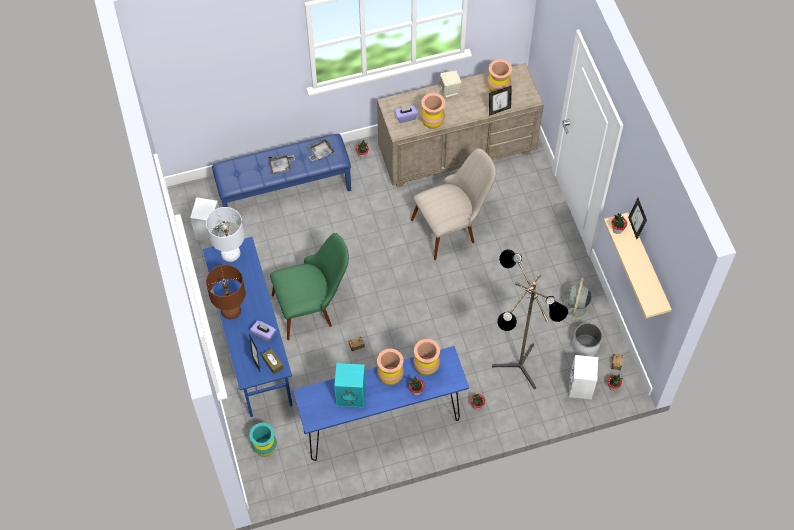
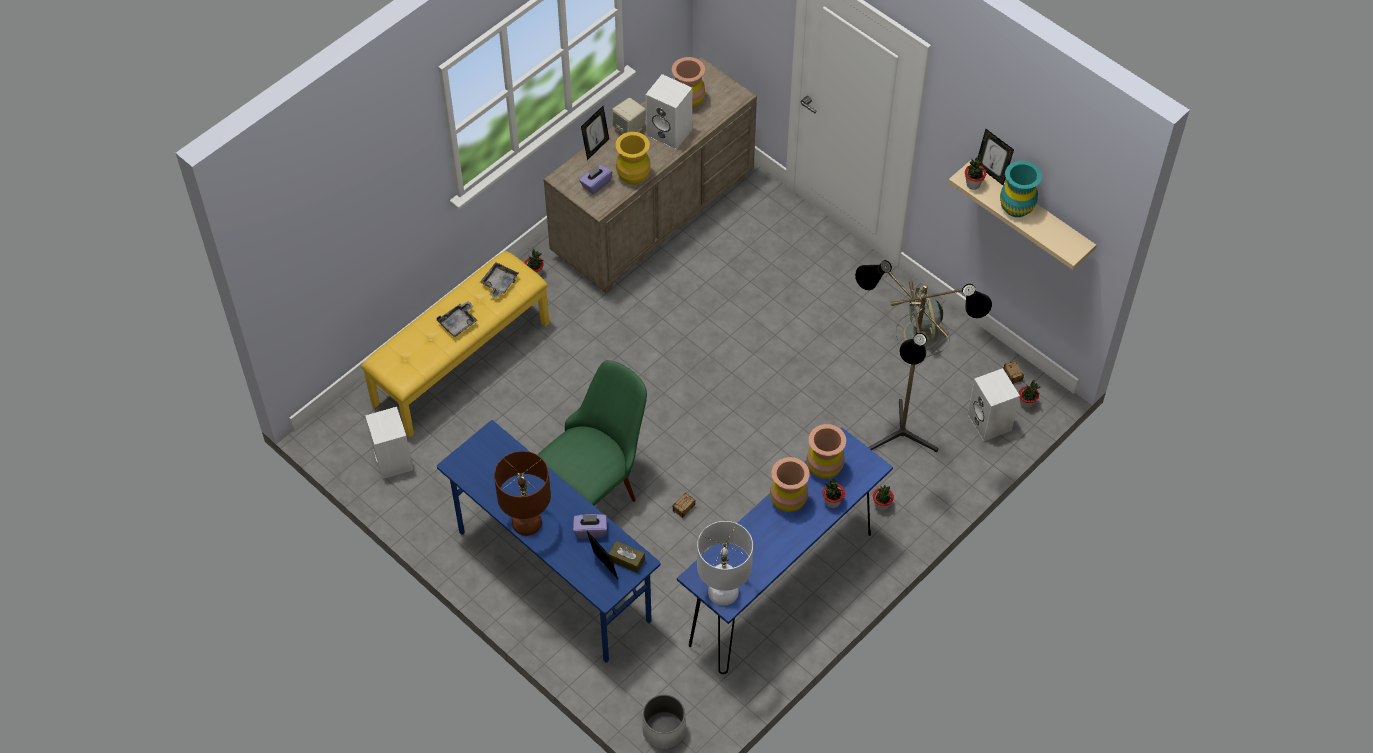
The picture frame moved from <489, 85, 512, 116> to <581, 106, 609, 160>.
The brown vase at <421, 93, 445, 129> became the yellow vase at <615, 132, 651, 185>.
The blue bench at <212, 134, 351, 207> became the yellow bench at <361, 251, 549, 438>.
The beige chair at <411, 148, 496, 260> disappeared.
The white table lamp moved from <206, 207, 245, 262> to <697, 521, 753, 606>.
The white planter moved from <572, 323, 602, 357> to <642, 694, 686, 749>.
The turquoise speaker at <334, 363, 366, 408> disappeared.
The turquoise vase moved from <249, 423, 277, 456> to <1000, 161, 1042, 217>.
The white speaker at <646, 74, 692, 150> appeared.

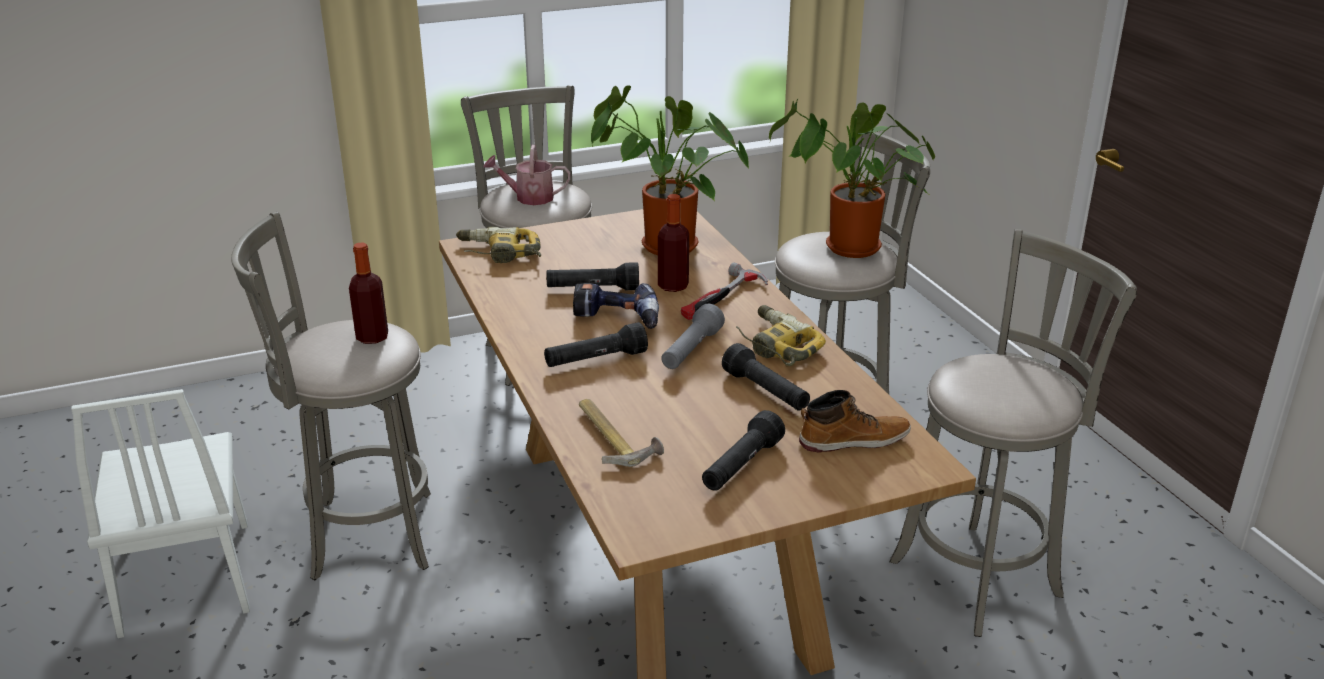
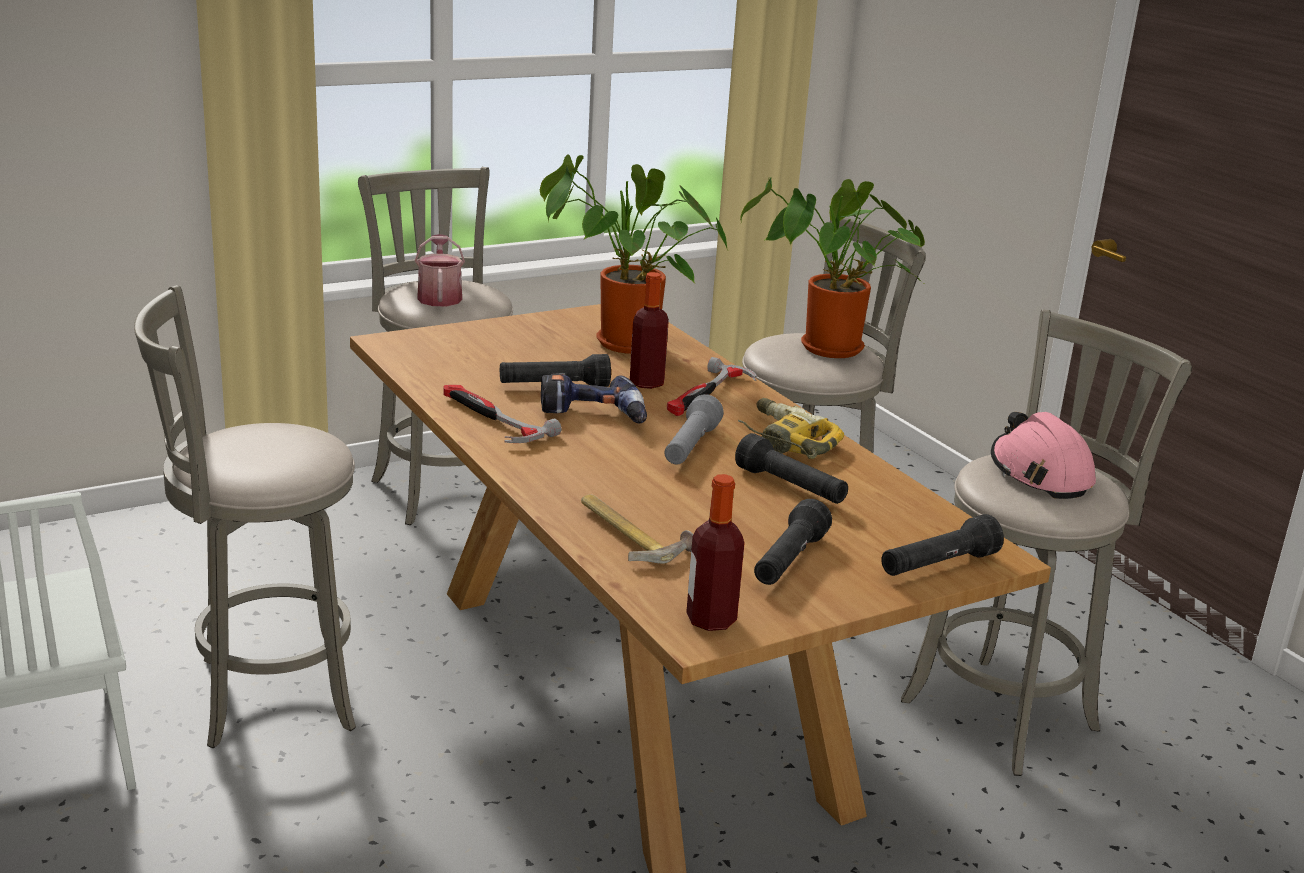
The watering can at <483, 145, 571, 205> turned 90 degrees clockwise.
The power drill at <456, 227, 541, 263> disappeared.
The bottle moved from <349, 243, 388, 344> to <686, 474, 744, 631>.
The black flashlight moved from <544, 322, 648, 367> to <881, 514, 1004, 576>.
The boot at <799, 390, 911, 453> disappeared.
The hammer at <444, 385, 561, 443> appeared.
The pink hard hat at <991, 412, 1096, 499> appeared.

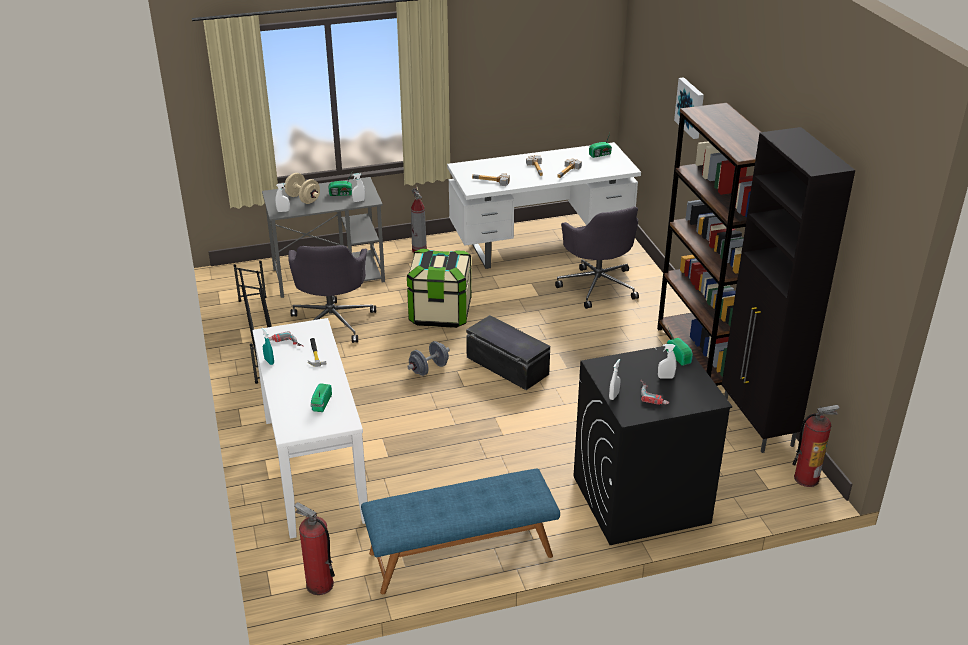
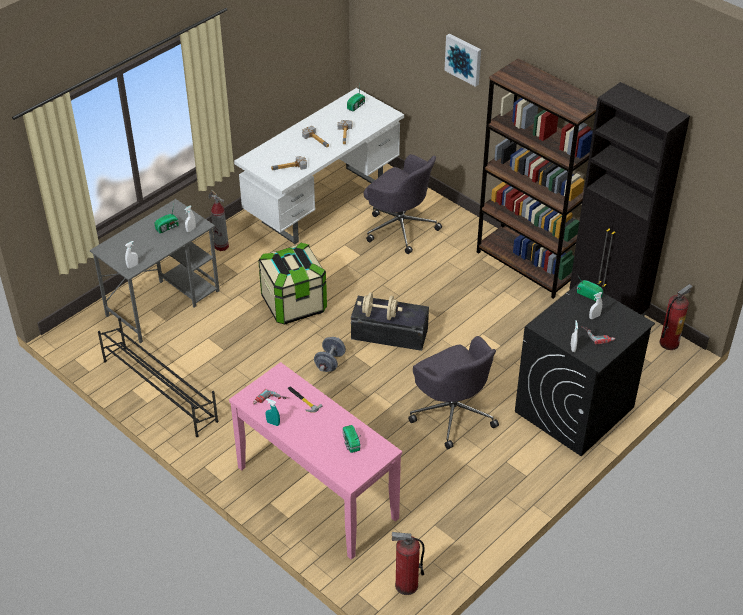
The beige dumbbell moved from <285, 173, 320, 204> to <357, 293, 403, 320>.
The grey office chair moved from <288, 245, 376, 343> to <408, 336, 499, 449>.
The white console table at <252, 318, 368, 539> became the pink console table at <229, 362, 402, 560>.
The blue bench at <361, 468, 560, 594> disappeared.

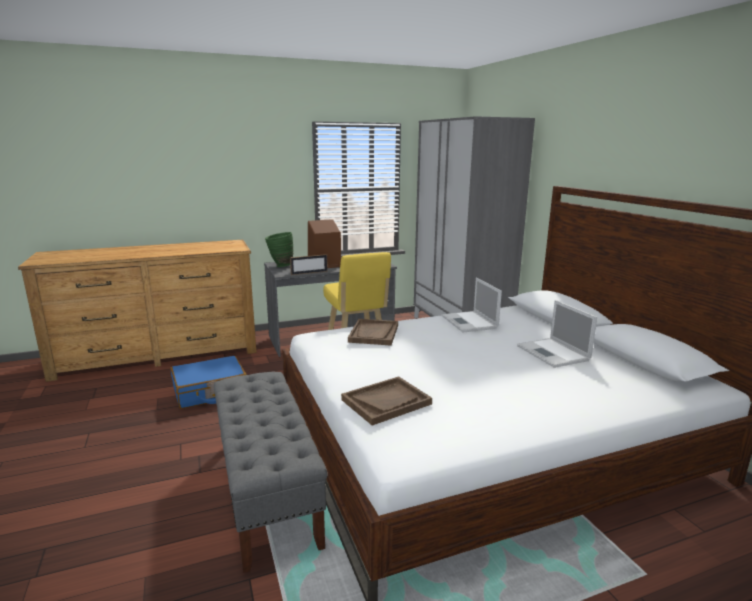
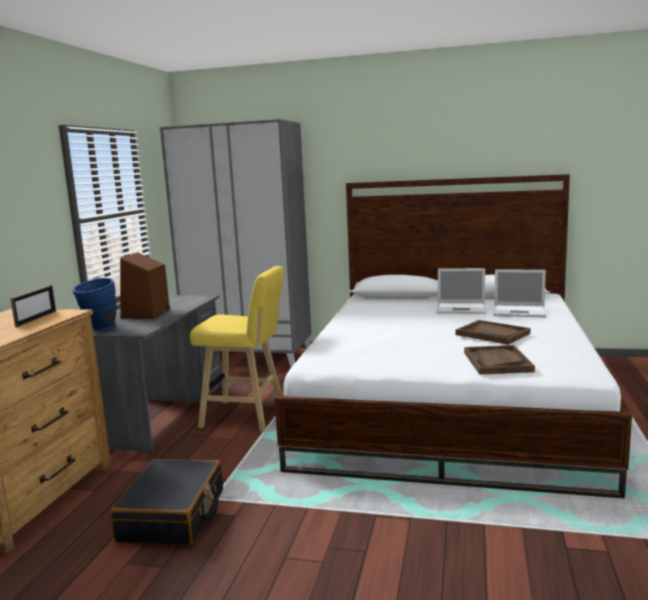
The green vase at <265, 232, 294, 267> became the blue vase at <72, 278, 116, 331>.
The picture frame moved from <290, 254, 328, 275> to <10, 285, 56, 327>.
The laptop moved from <442, 278, 502, 332> to <493, 269, 546, 318>.
The brown tray moved from <348, 319, 398, 346> to <456, 320, 530, 345>.
The blue suitcase at <171, 356, 247, 409> became the black suitcase at <110, 459, 223, 546>.
The grey bench at <214, 372, 328, 573> disappeared.

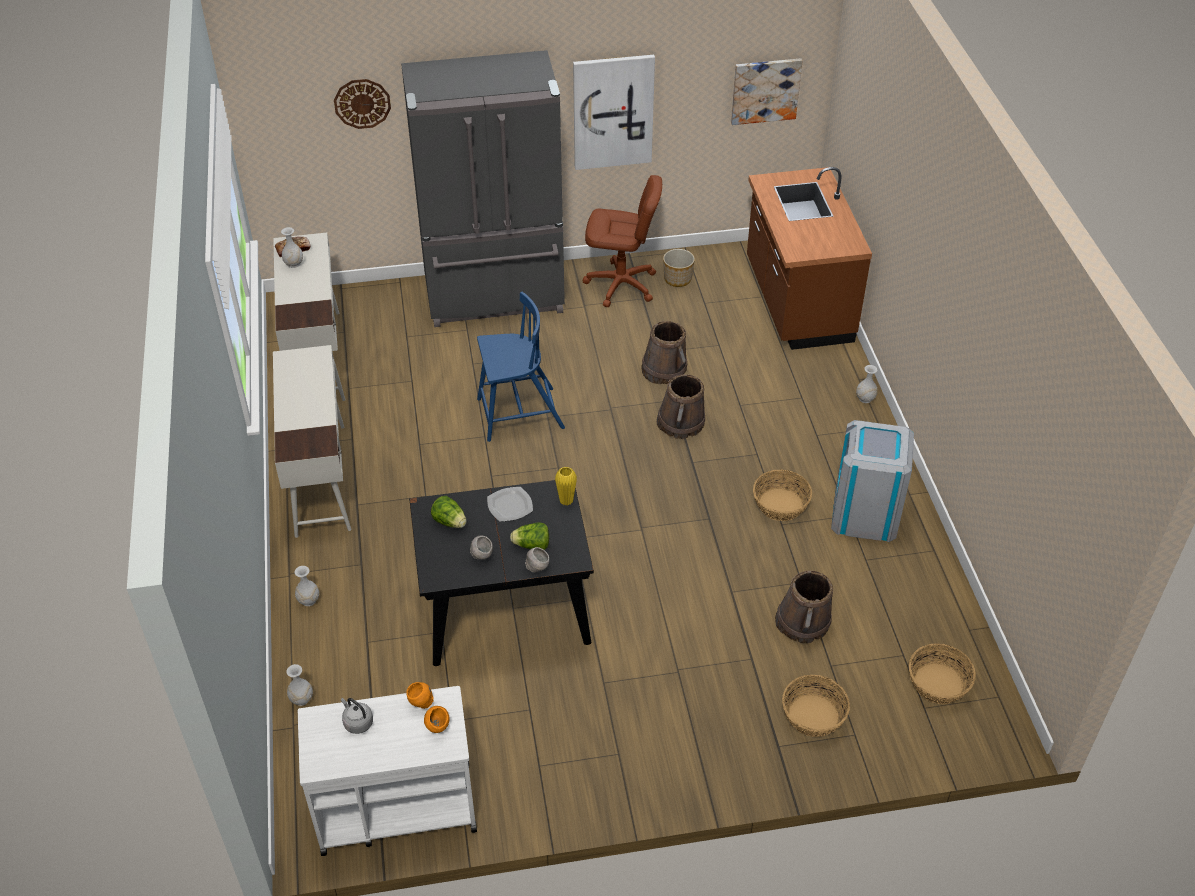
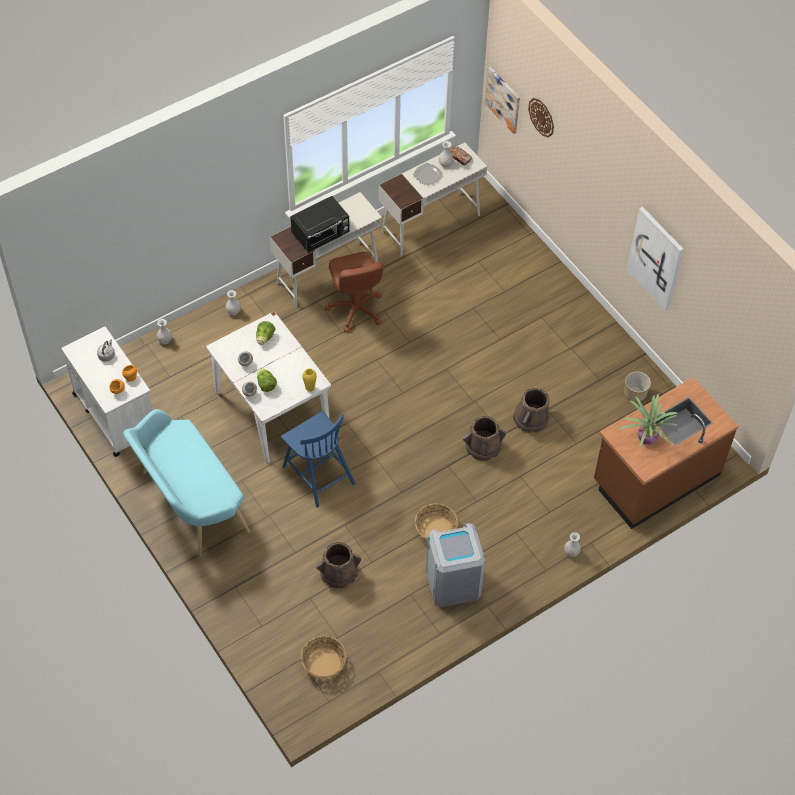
The grey fridge at <401, 50, 565, 327> disappeared.
The picture moved from <731, 58, 803, 125> to <485, 67, 520, 134>.
The brown office chair moved from <583, 175, 662, 307> to <325, 252, 384, 333>.
The blue chair moved from <477, 292, 565, 442> to <281, 411, 355, 508>.
The black dining table at <409, 480, 594, 666> became the white dining table at <206, 311, 332, 463>.
The plate moved from <487, 487, 533, 522> to <413, 163, 443, 186>.
The basket at <782, 675, 850, 737> disappeared.
The black microwave at <291, 196, 350, 253> appeared.
The potted plant at <619, 394, 677, 449> appeared.
The turquoise bench at <123, 409, 250, 556> appeared.

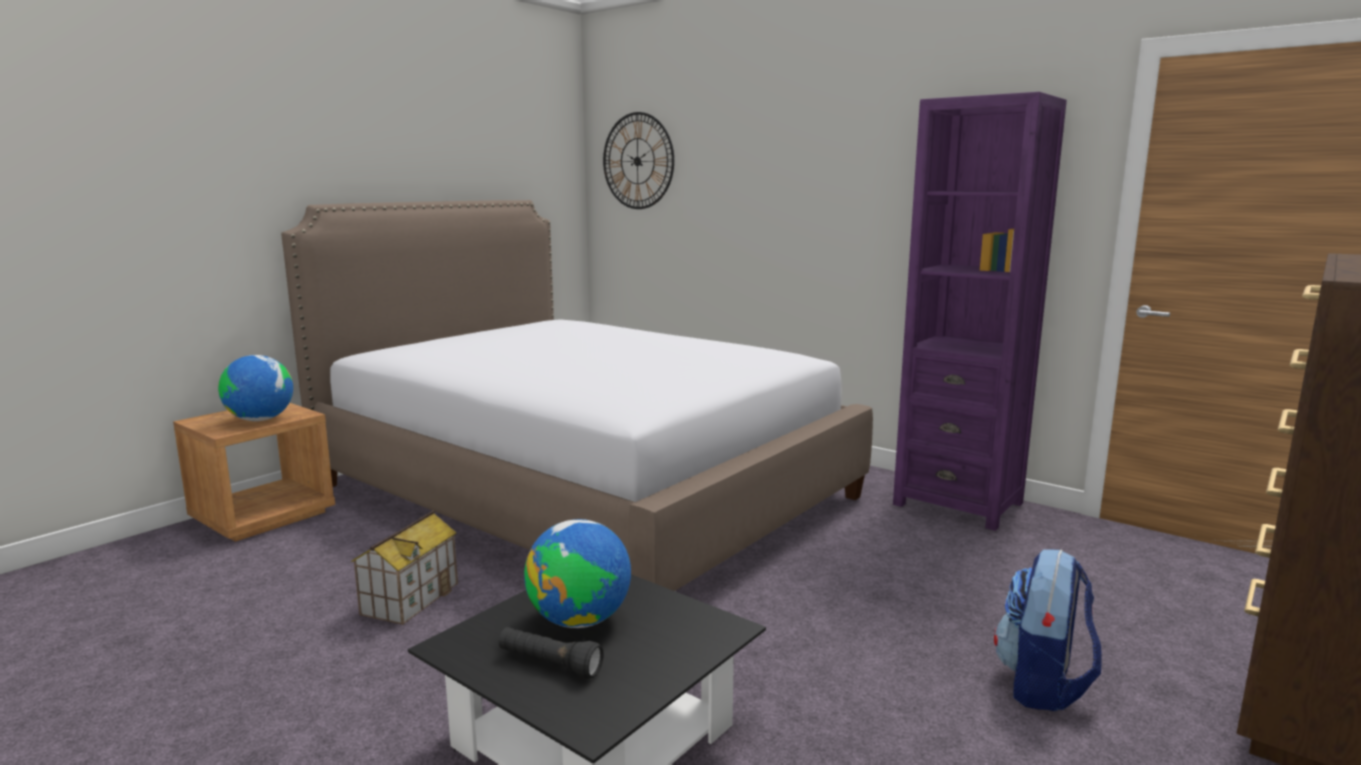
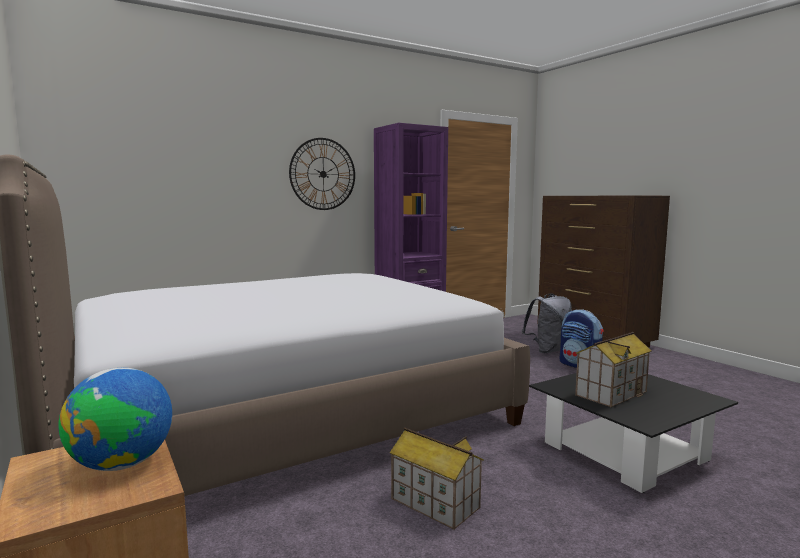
The wall clock moved from <603, 112, 674, 209> to <289, 138, 355, 210>.
The globe at <524, 519, 631, 628> was replaced by the toy house at <575, 332, 652, 407>.
The black flashlight at <499, 627, 604, 679> disappeared.
The grey backpack at <522, 293, 572, 353> appeared.

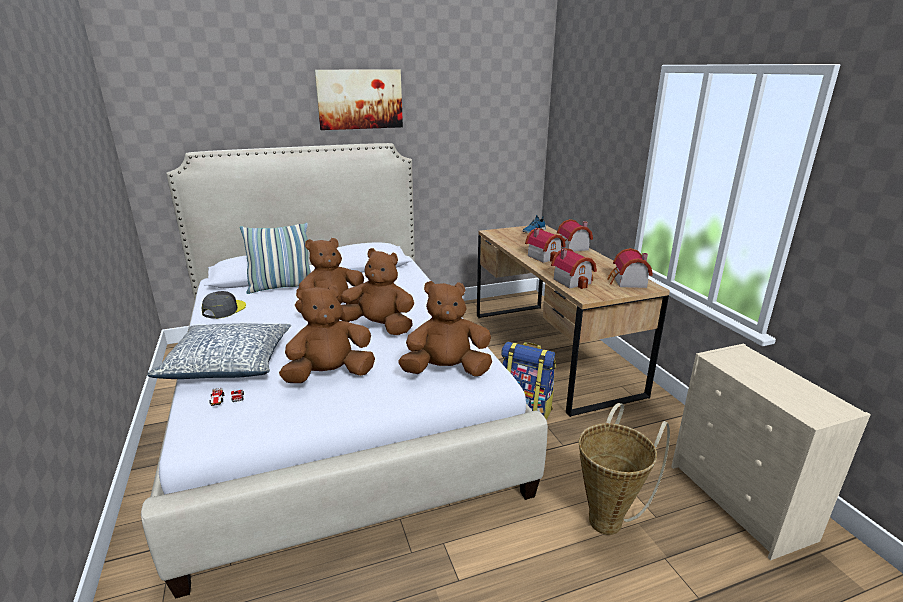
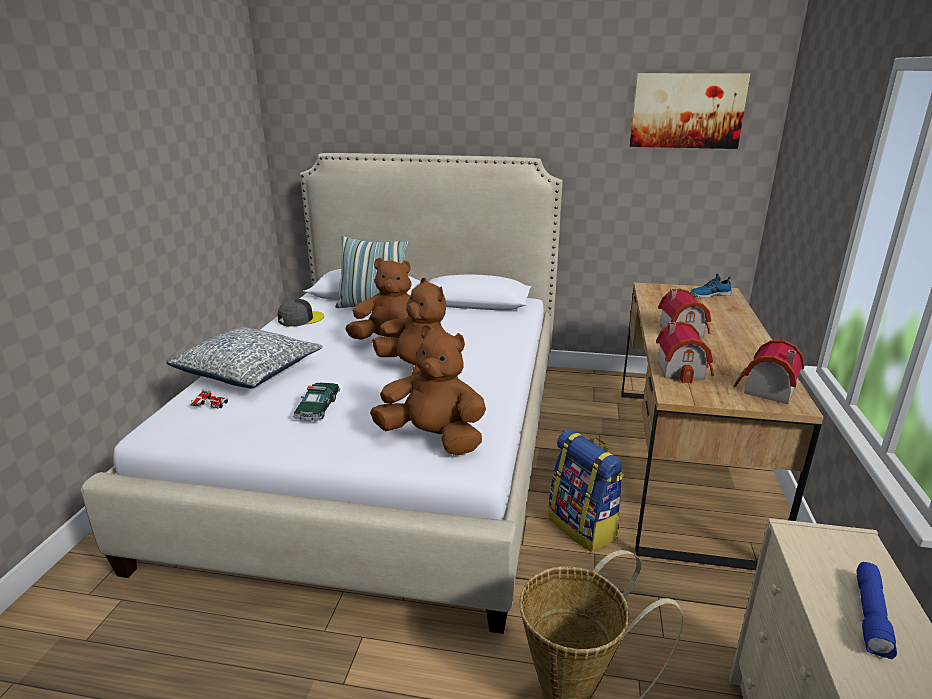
The picture moved from <314, 70, 403, 130> to <629, 73, 750, 149>.
The toy house at <557, 219, 593, 251> disappeared.
The brown plush toy at <279, 285, 375, 383> was replaced by the toy car at <293, 382, 340, 421>.
The blue flashlight at <857, 562, 897, 659> appeared.

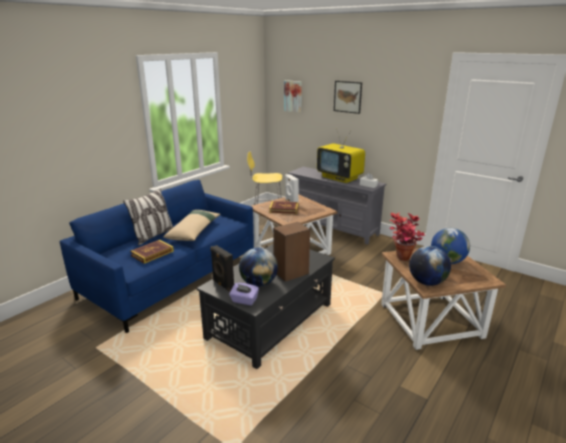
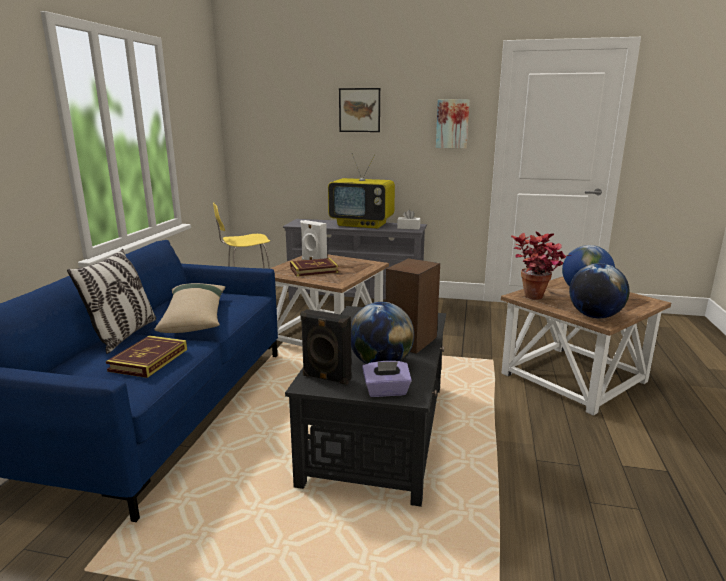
The picture moved from <284, 80, 302, 113> to <436, 99, 470, 148>.

